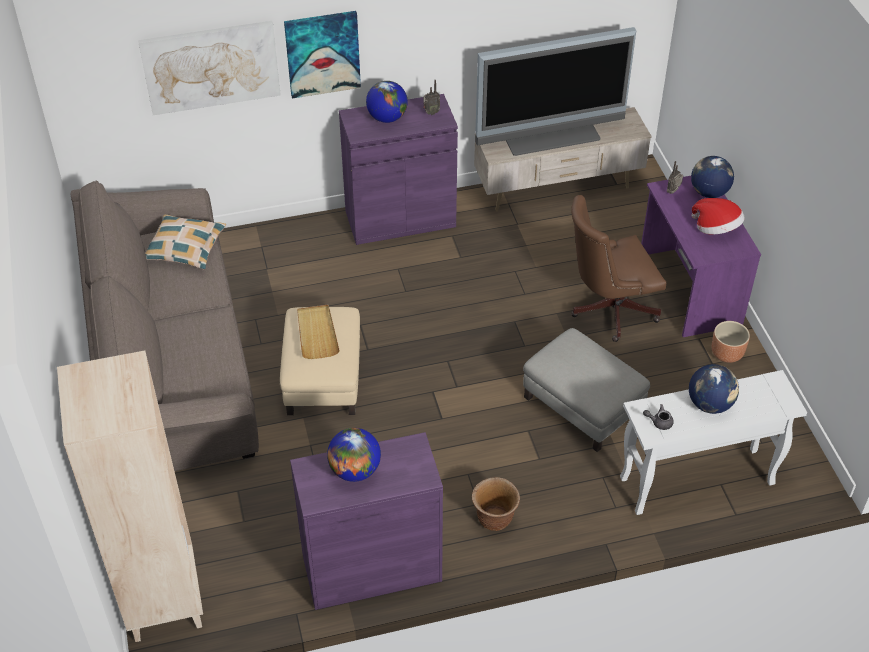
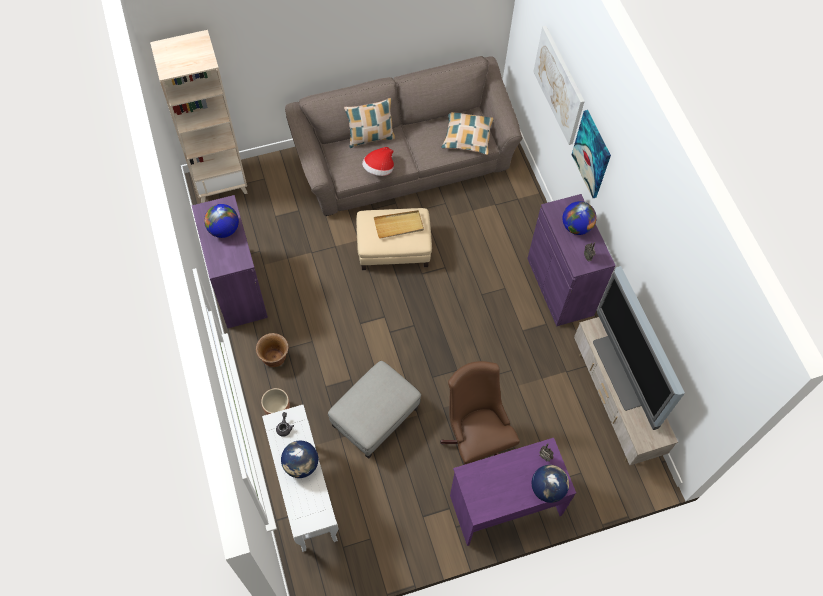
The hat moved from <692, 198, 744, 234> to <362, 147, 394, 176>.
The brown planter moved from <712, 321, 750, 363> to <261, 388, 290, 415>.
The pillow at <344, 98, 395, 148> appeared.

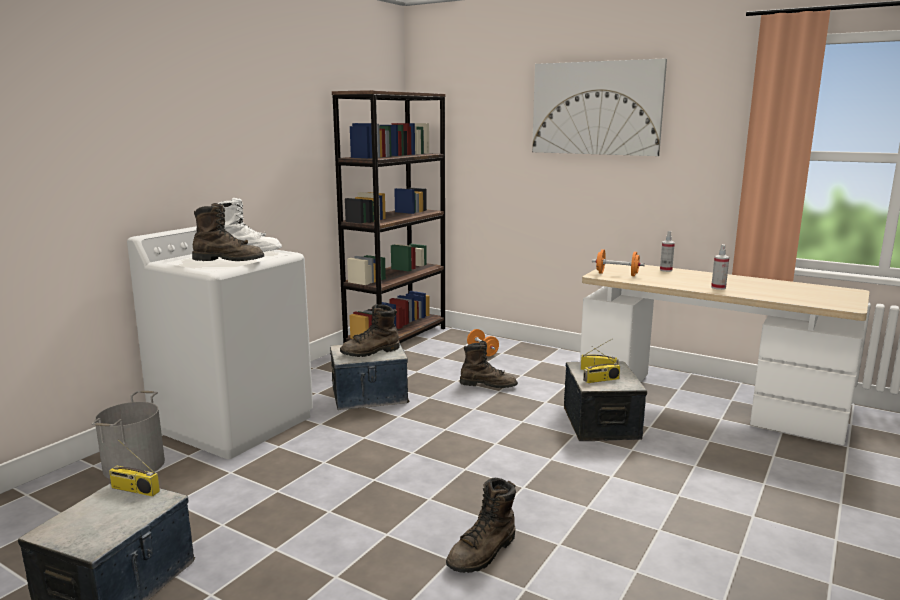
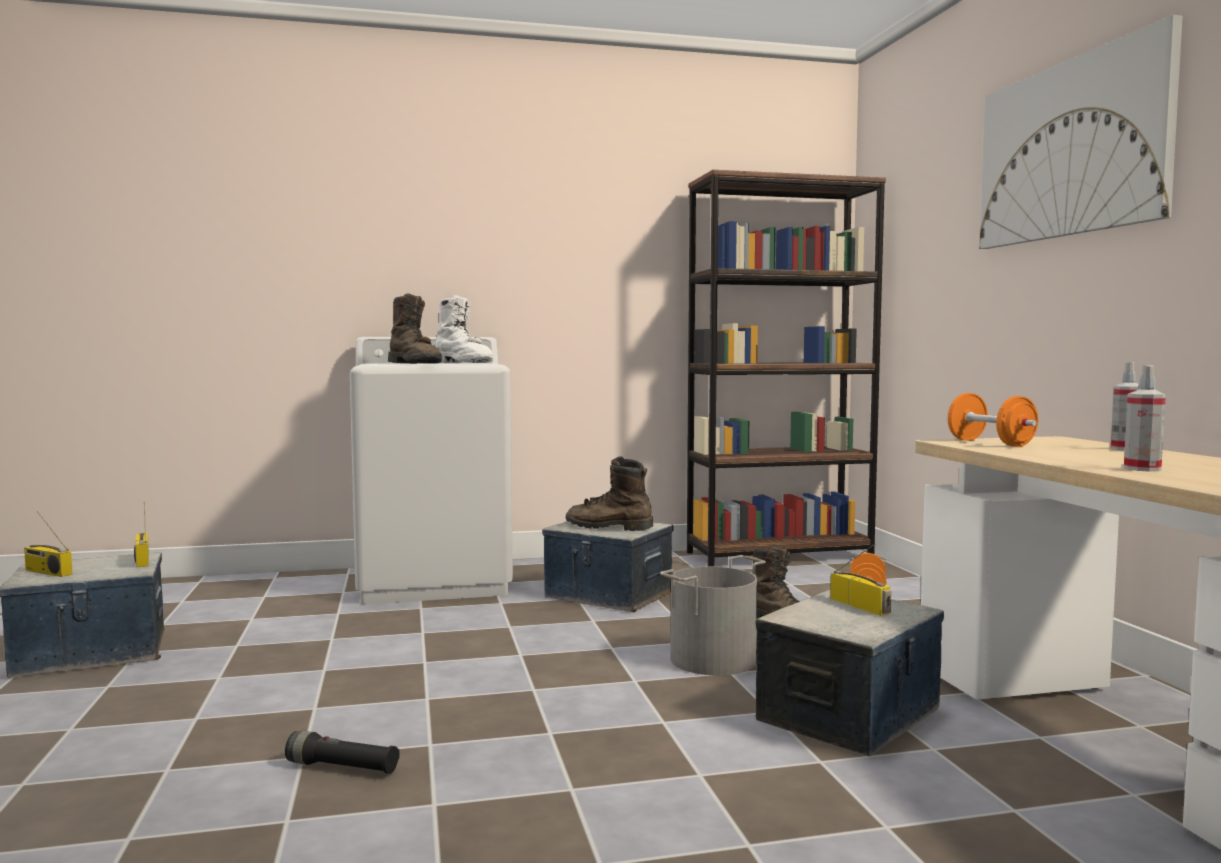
The radio moved from <583, 347, 620, 383> to <24, 511, 72, 577>.
The grey bucket moved from <92, 391, 165, 479> to <660, 555, 766, 675>.
The brown boot at <446, 478, 516, 573> was replaced by the black flashlight at <285, 731, 400, 774>.

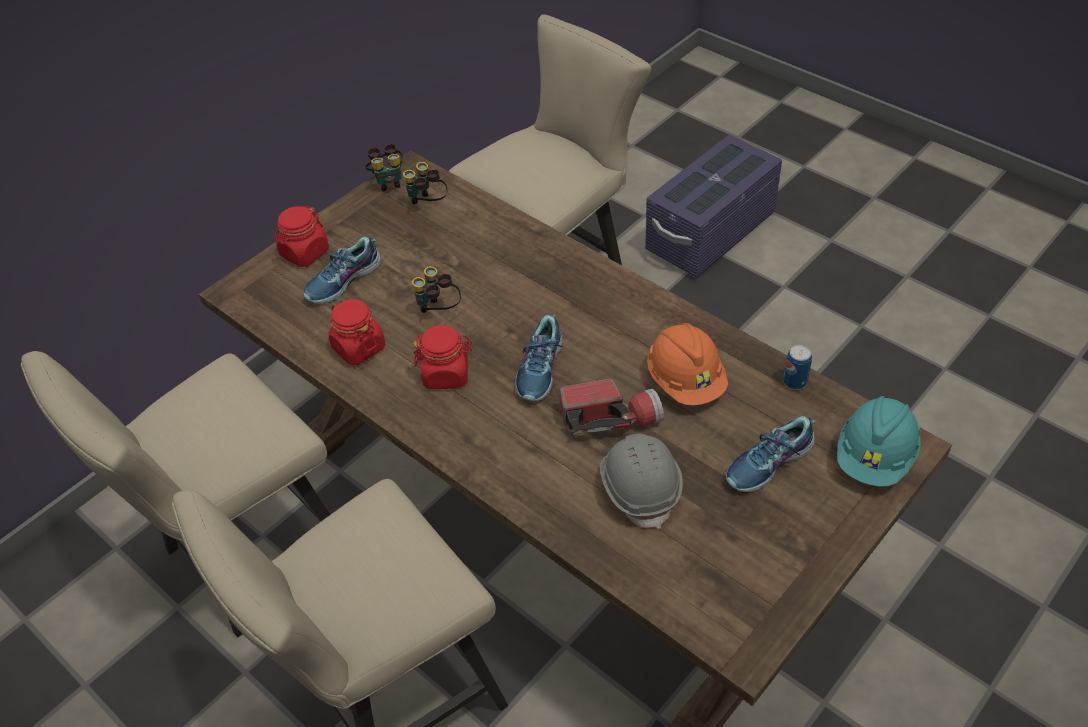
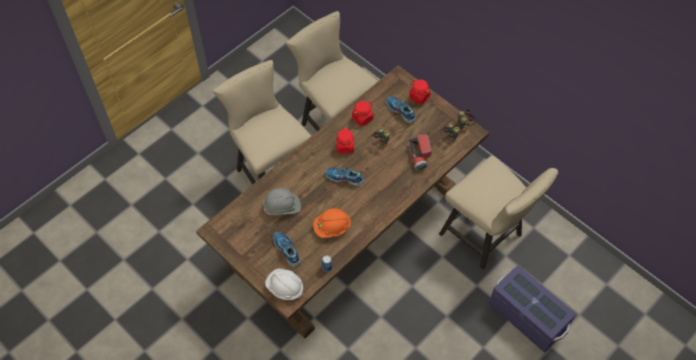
The flashlight moved from <560, 379, 664, 436> to <409, 135, 432, 171>.
The turquoise hard hat at <837, 396, 921, 487> became the white hard hat at <265, 269, 303, 300>.

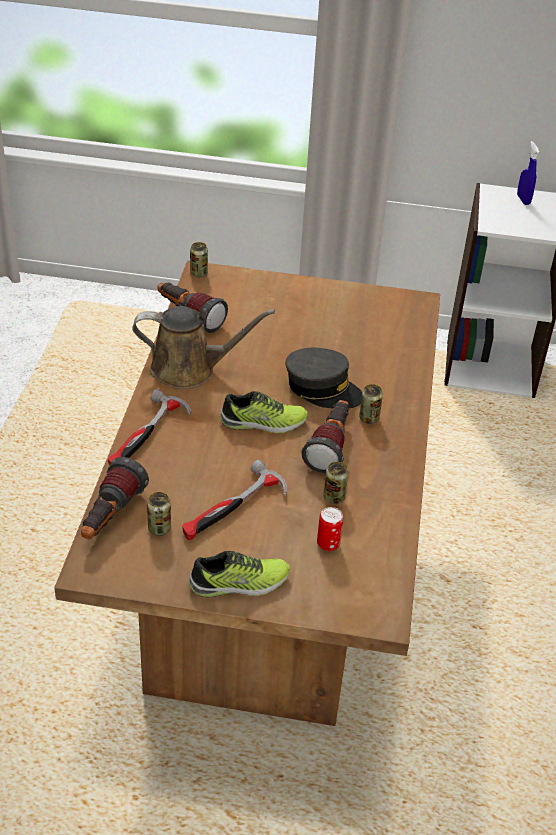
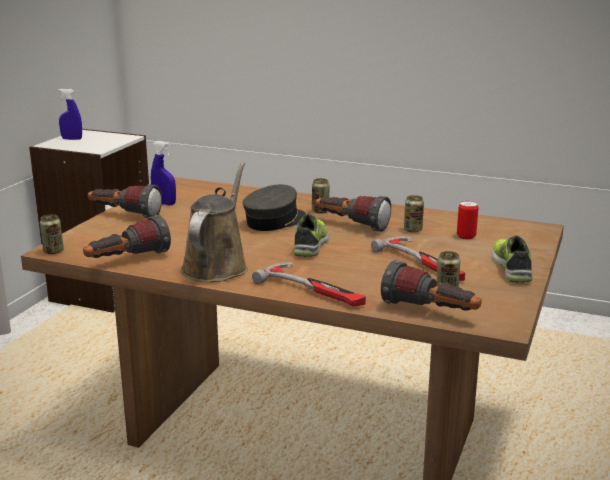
The blue spray bottle at <151, 141, 176, 205> appeared.
The flashlight at <88, 184, 162, 218> appeared.

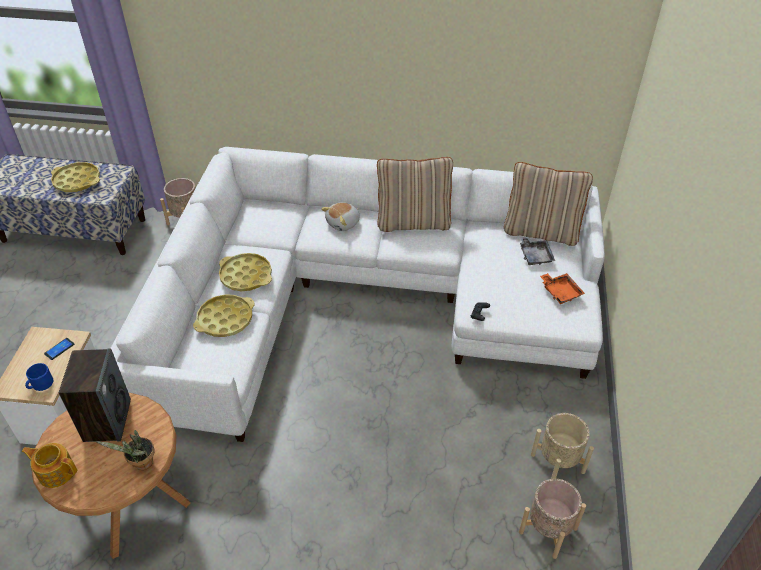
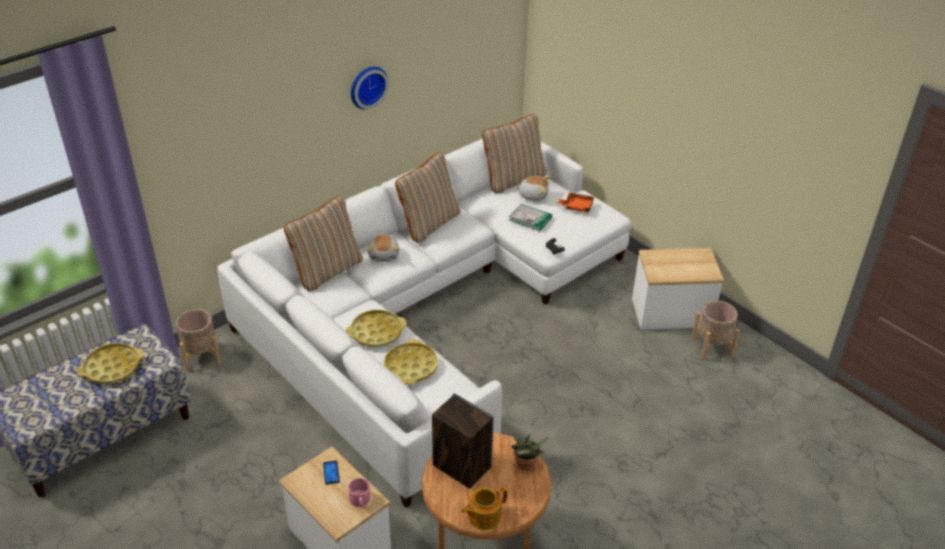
The grey tray at <520, 237, 555, 265> was replaced by the plush toy at <515, 176, 550, 201>.
The blue mug at <25, 363, 53, 391> became the pink mug at <348, 478, 370, 507>.
The beige planter at <531, 413, 594, 479> was replaced by the side table at <632, 248, 724, 330>.
The wall clock at <351, 67, 389, 109> appeared.
The beige pillow at <284, 196, 363, 291> appeared.
The book at <509, 204, 552, 231> appeared.

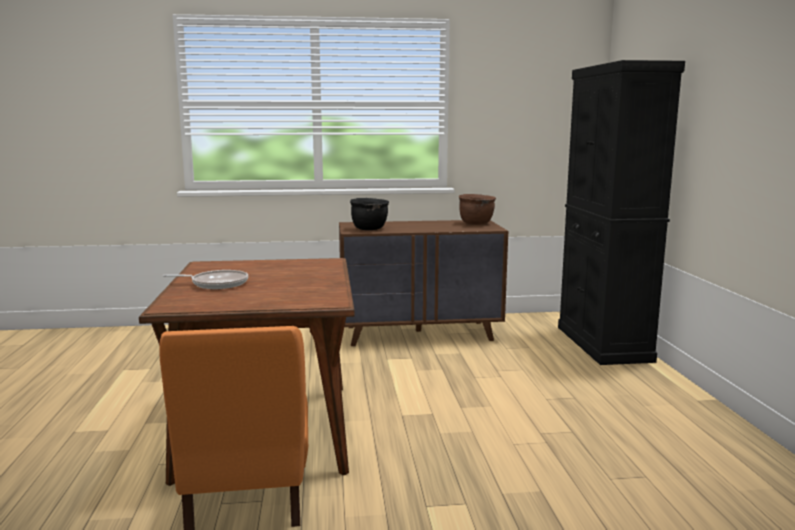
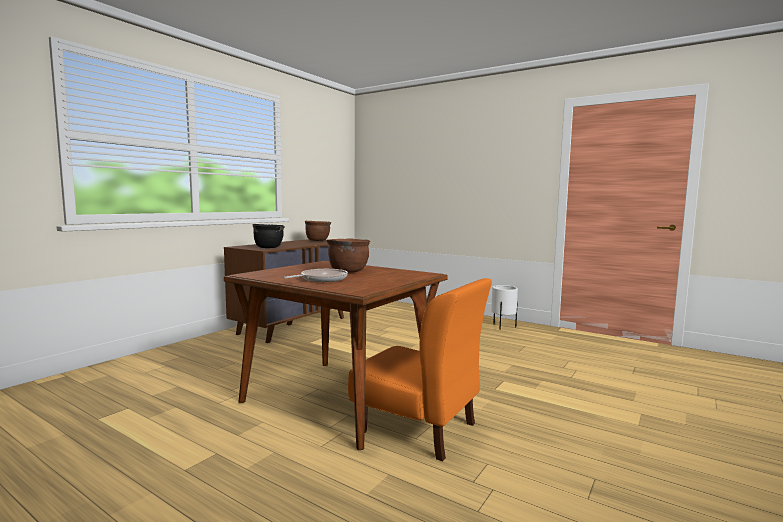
The black cabinet at <558, 60, 685, 365> disappeared.
The brown cooking pot at <326, 239, 370, 273> appeared.
The white planter at <491, 285, 518, 330> appeared.

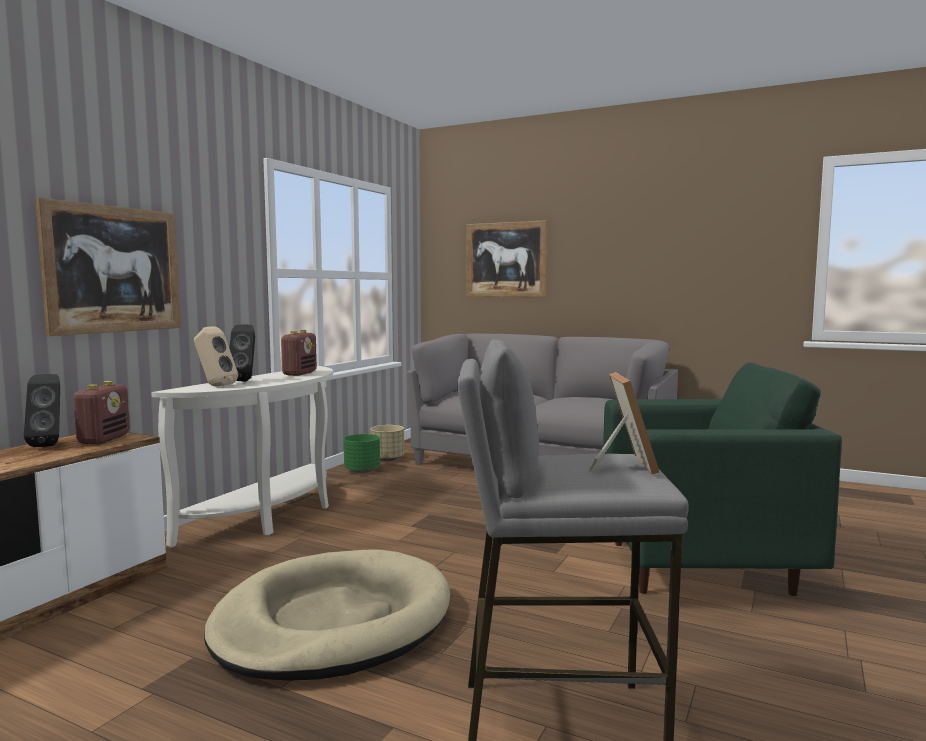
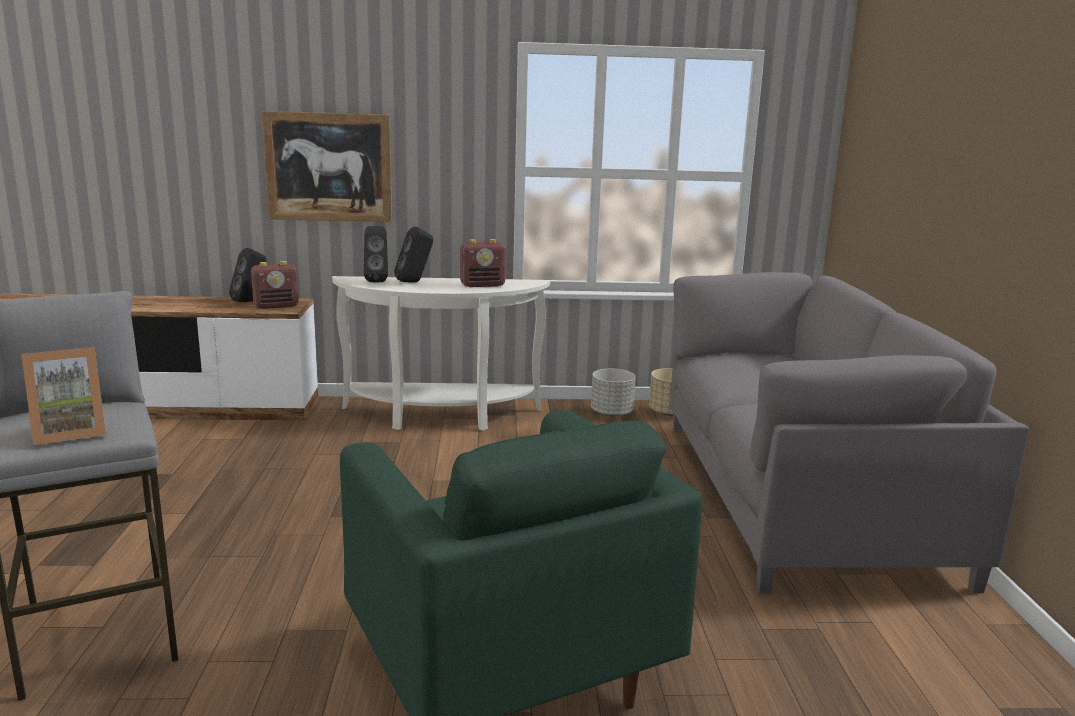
The picture at <466, 220, 548, 297> disappeared.
The beige speaker at <194, 327, 238, 386> became the black speaker at <364, 226, 388, 283>.
The green planter at <344, 434, 380, 473> became the grey planter at <591, 369, 636, 417>.
The beige dog bed at <204, 550, 450, 681> disappeared.

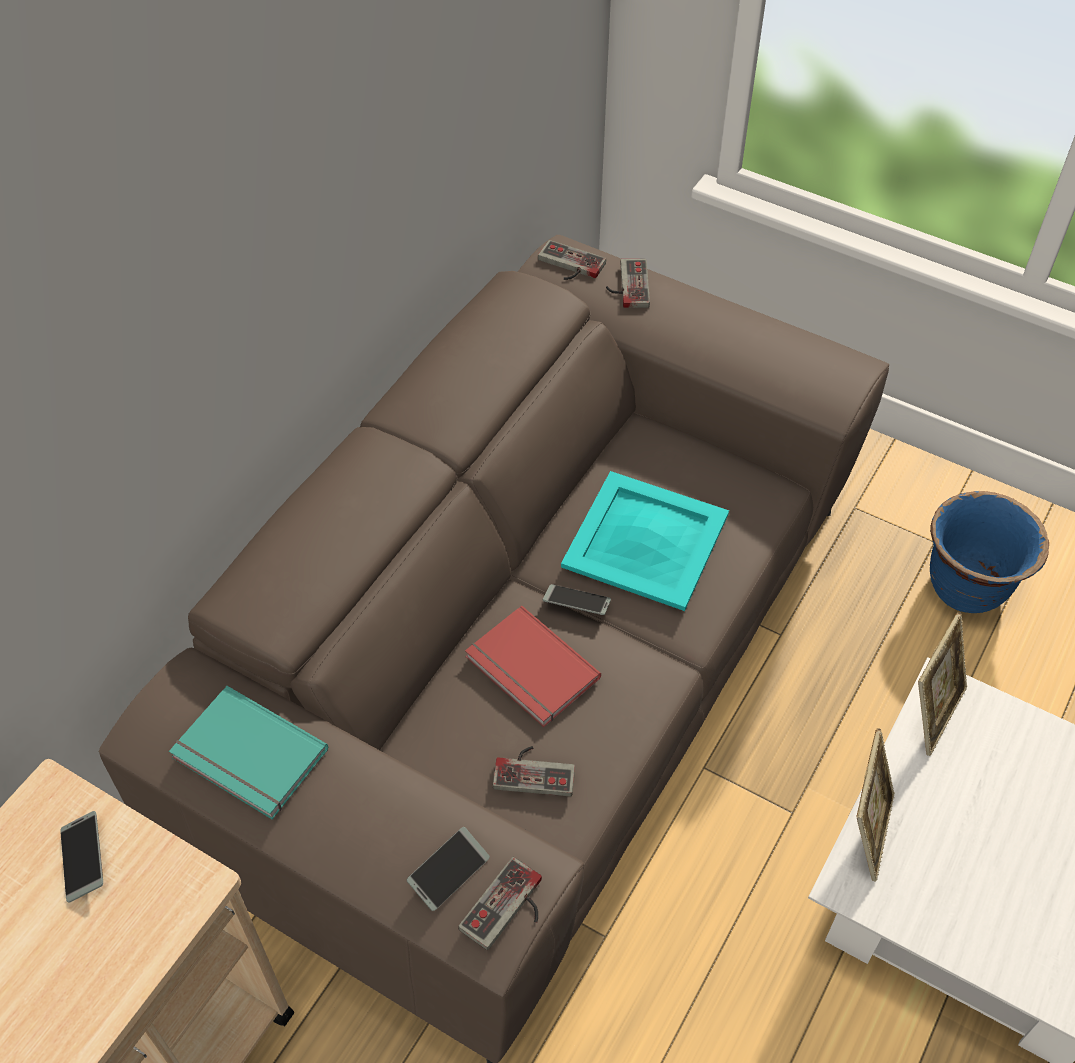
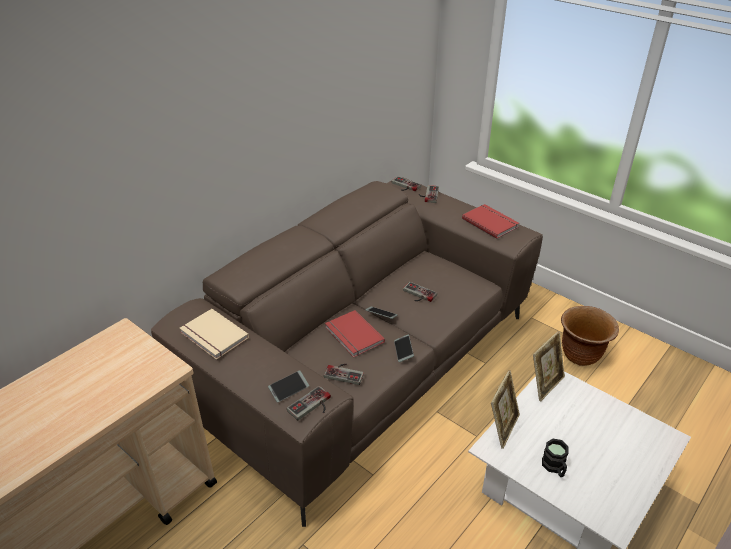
The turquoise tray at <561, 471, 729, 611> was replaced by the game controller at <403, 282, 437, 302>.
The blue planter at <930, 491, 1049, 613> became the brown planter at <561, 306, 619, 366>.
The turquoise book at <169, 686, 328, 819> became the beige book at <180, 309, 249, 360>.
The phone moved from <60, 811, 103, 903> to <394, 335, 414, 362>.
The red book at <462, 204, 519, 239> appeared.
The black mug at <542, 439, 569, 477> appeared.

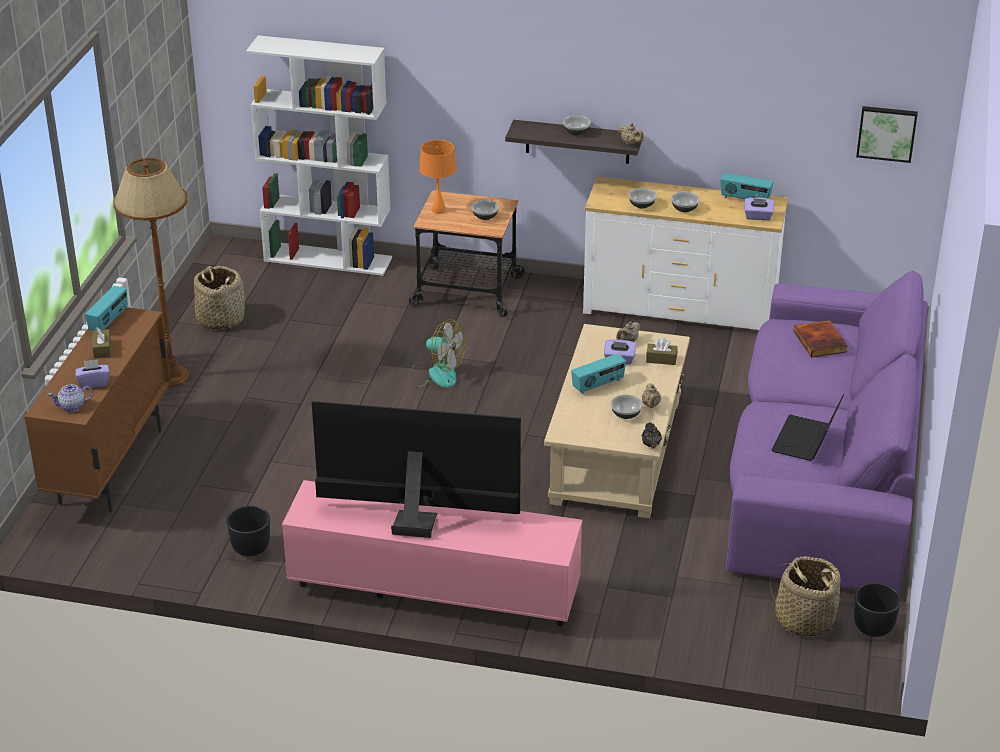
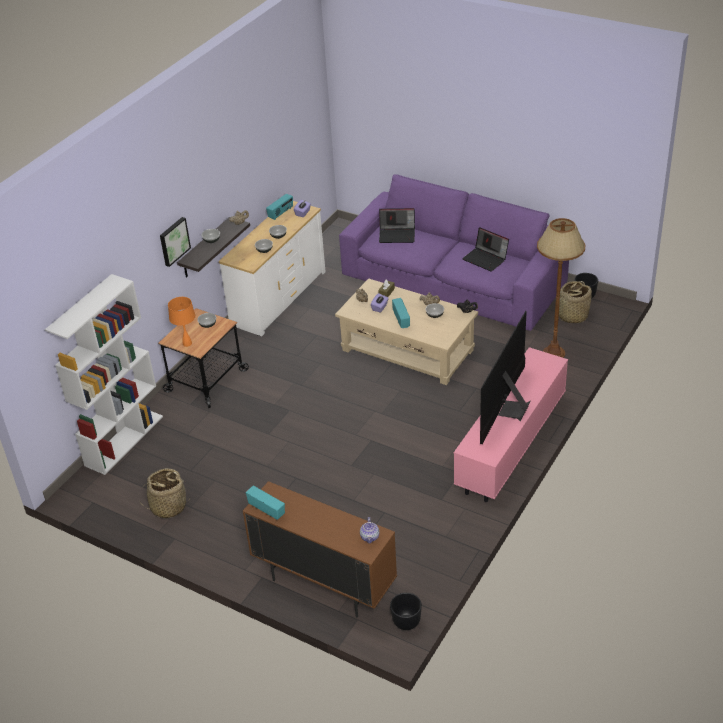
The picture moved from <856, 106, 918, 163> to <160, 217, 191, 267>.
The brown floor lamp moved from <113, 158, 189, 387> to <537, 218, 585, 358>.
The fan at <408, 319, 466, 388> disappeared.
The book at <793, 320, 848, 358> was replaced by the laptop at <379, 208, 415, 243>.
The brown tissue box at <92, 327, 111, 359> disappeared.
The purple tissue box at <75, 359, 110, 389> disappeared.
The black planter moved from <226, 506, 270, 557> to <390, 593, 422, 630>.

